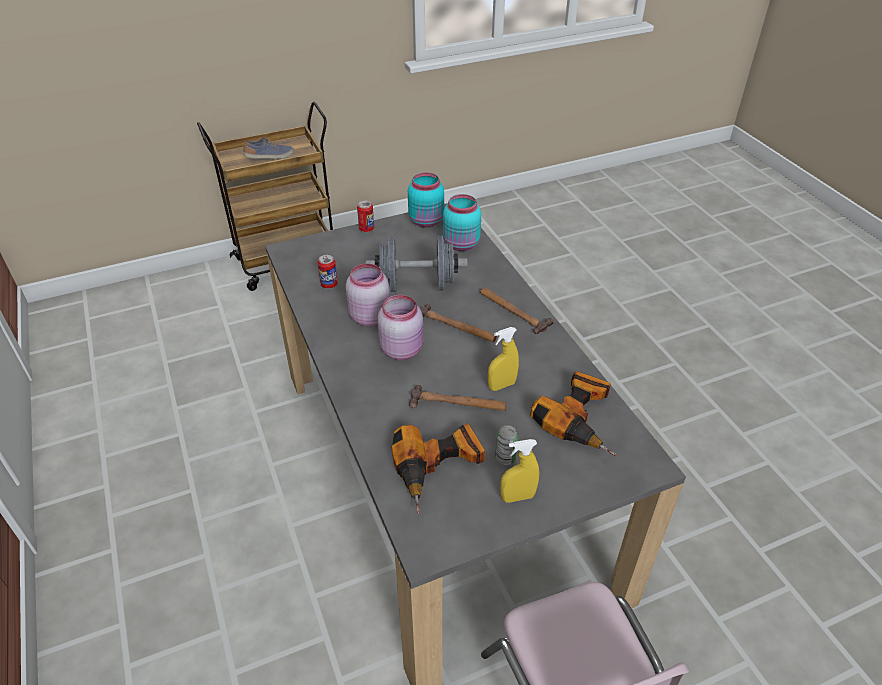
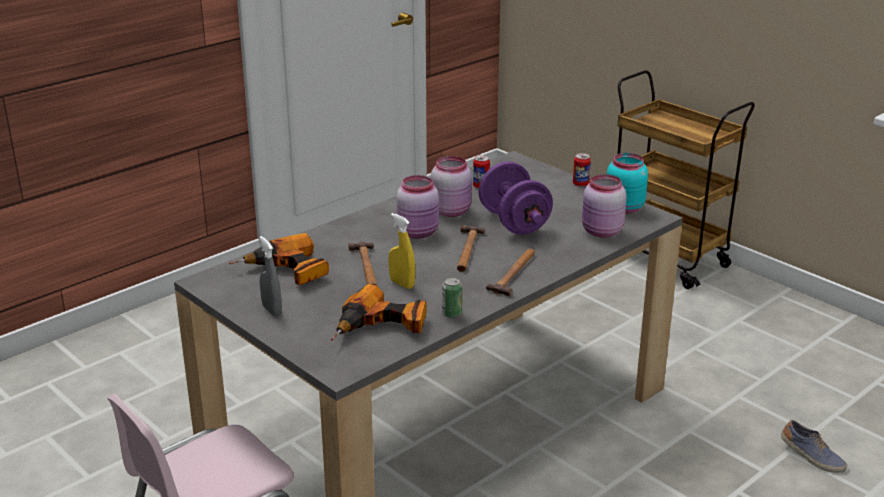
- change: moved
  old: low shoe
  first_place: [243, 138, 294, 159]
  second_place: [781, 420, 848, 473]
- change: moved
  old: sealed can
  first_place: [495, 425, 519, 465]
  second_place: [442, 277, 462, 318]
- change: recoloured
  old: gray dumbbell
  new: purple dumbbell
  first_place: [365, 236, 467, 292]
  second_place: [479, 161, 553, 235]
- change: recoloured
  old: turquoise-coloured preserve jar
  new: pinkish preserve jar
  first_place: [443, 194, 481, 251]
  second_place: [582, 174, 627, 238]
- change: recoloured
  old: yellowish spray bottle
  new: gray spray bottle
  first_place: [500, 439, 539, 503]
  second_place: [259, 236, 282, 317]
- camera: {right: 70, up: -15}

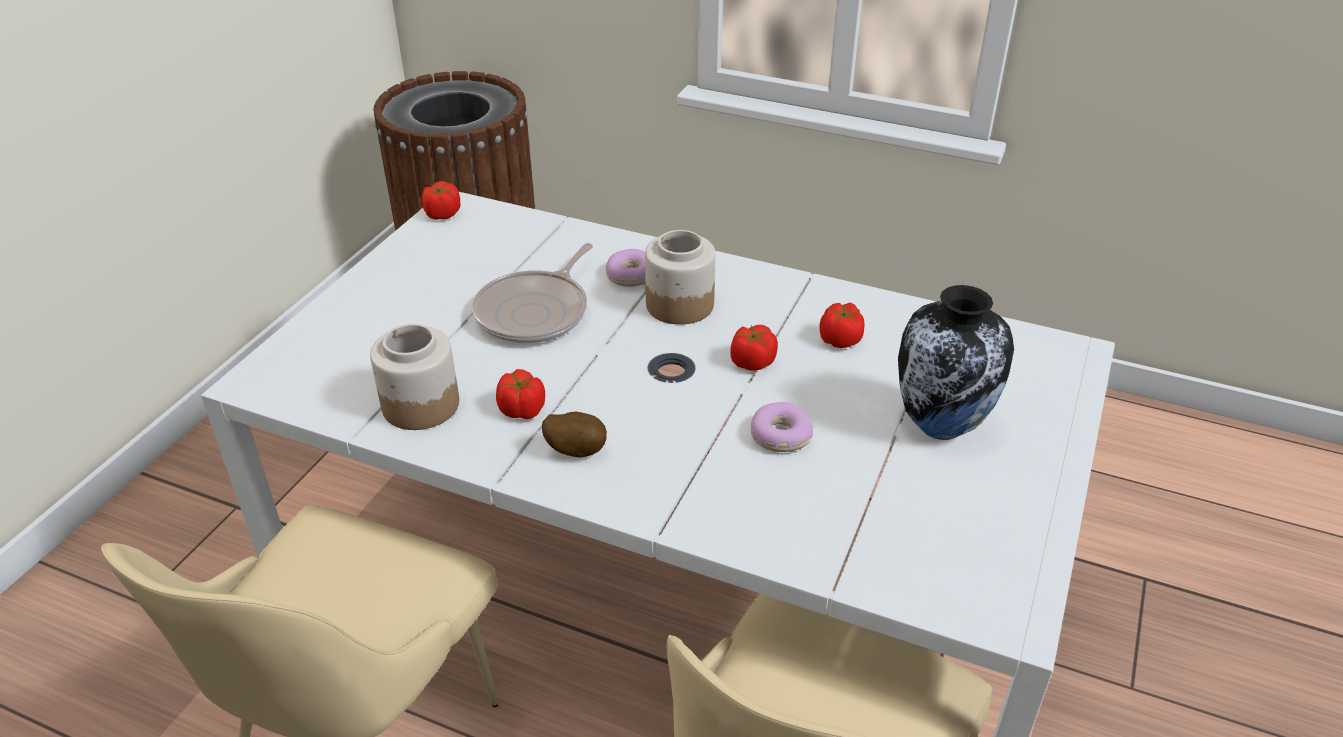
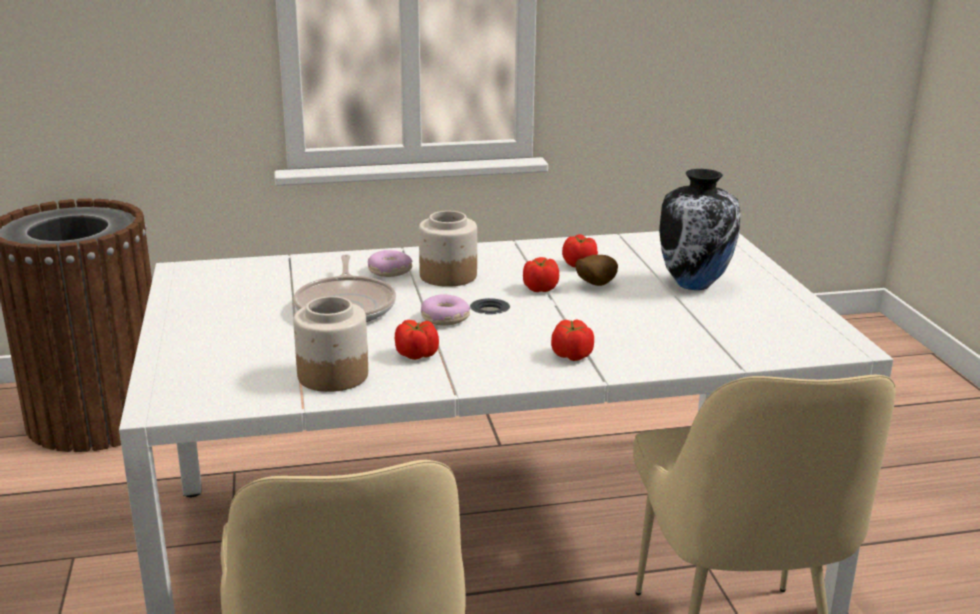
- change: moved
  old: fresh tomato
  first_place: [422, 181, 460, 220]
  second_place: [551, 319, 594, 361]
- change: moved
  old: whole potato
  first_place: [542, 411, 607, 458]
  second_place: [575, 255, 618, 286]
- change: moved
  old: doughnut
  first_place: [751, 402, 813, 452]
  second_place: [421, 294, 470, 326]
- camera: {right: -35, up: -15}

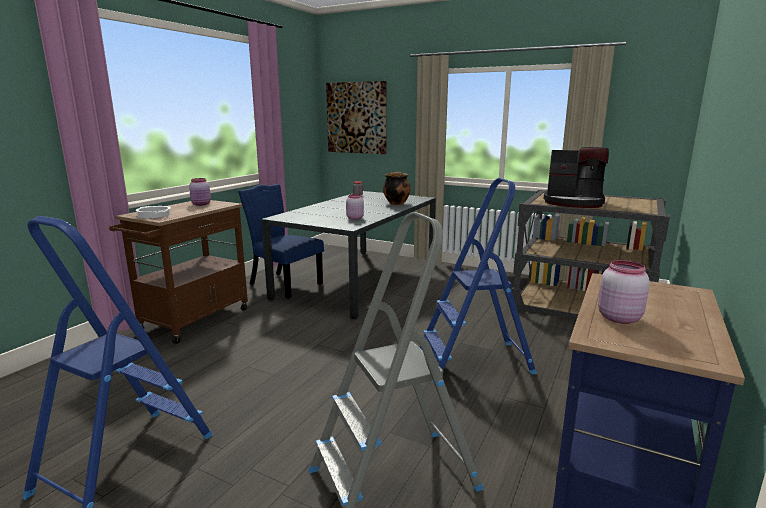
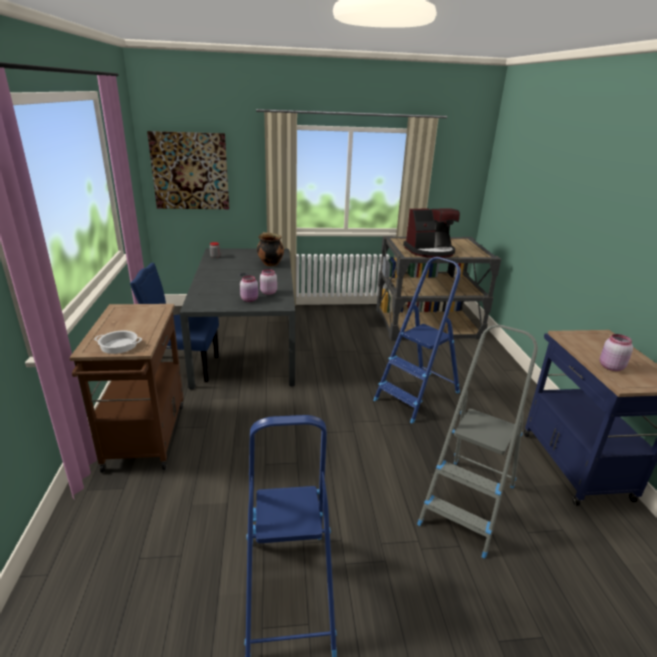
- change: moved
  old: pinkish preserve jar
  first_place: [189, 178, 211, 206]
  second_place: [240, 275, 258, 302]
- camera: {right: -35, up: 10}

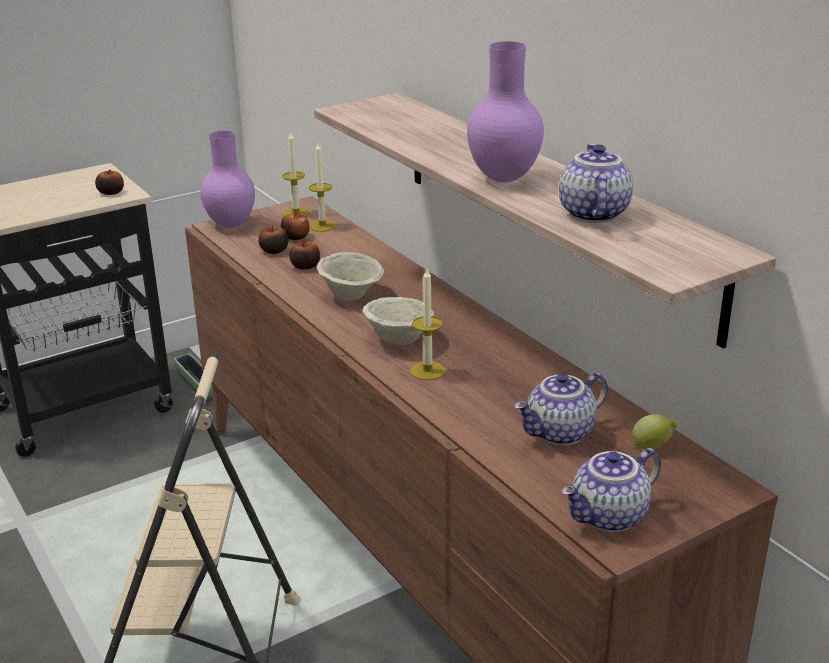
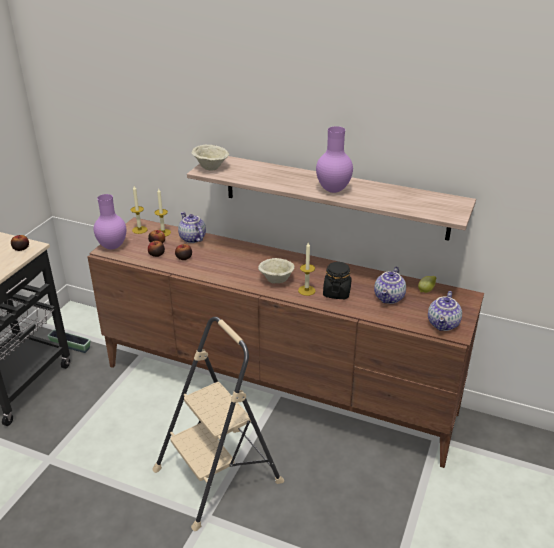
- change: added
  new: black-coloured preserve jar
  second_place: [323, 262, 351, 299]
- change: moved
  old: beige serving bowl
  first_place: [317, 252, 384, 301]
  second_place: [192, 145, 229, 170]
- change: moved
  old: tea pot
  first_place: [559, 144, 633, 223]
  second_place: [178, 212, 206, 243]
- camera: {right: -35, up: 5}

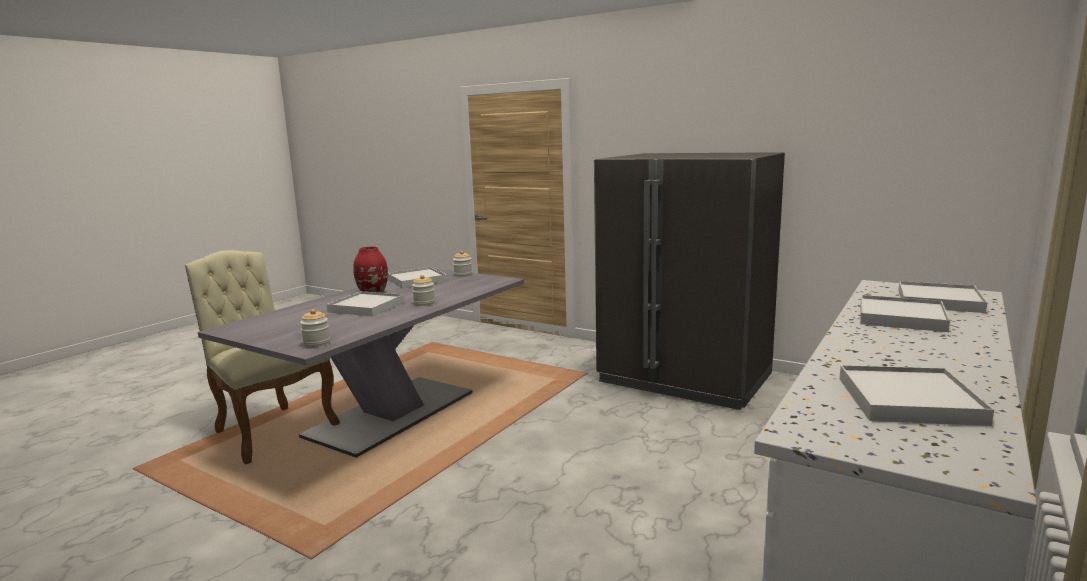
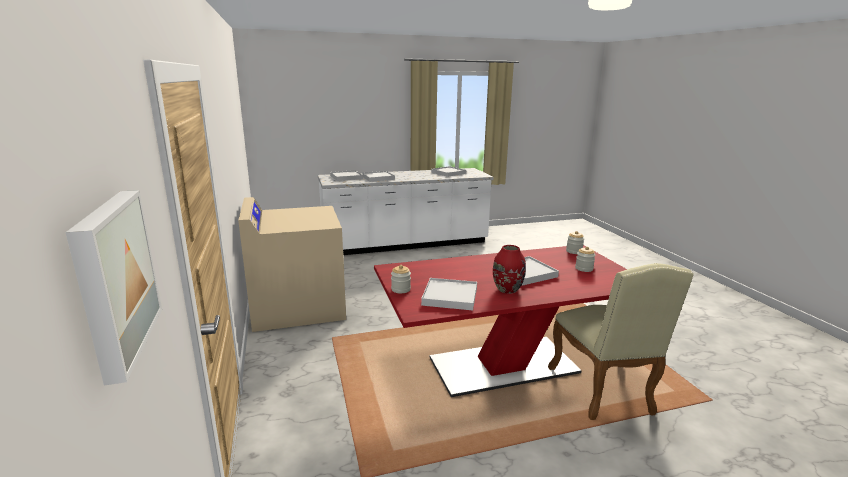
- change: added
  new: wall art
  second_place: [65, 190, 162, 386]
- change: moved
  old: preserve jar
  first_place: [412, 275, 435, 306]
  second_place: [575, 246, 596, 272]
- change: replaced
  old: gray fridge
  new: beige laundry machine
  first_place: [594, 152, 785, 410]
  second_place: [238, 197, 346, 332]
- change: recoloured
  old: gray kitchen table
  new: reddish kitchen table
  first_place: [198, 268, 524, 458]
  second_place: [374, 245, 627, 397]
- camera: {right: -140, up: 5}

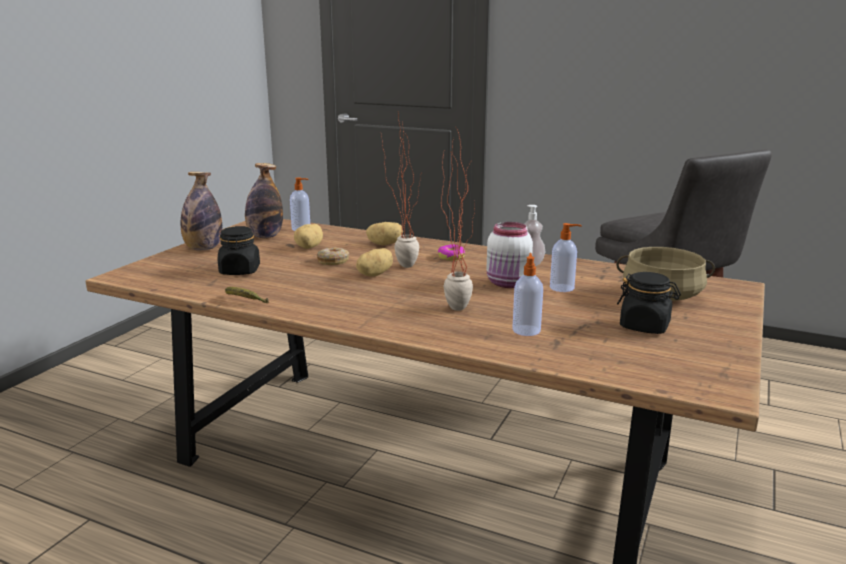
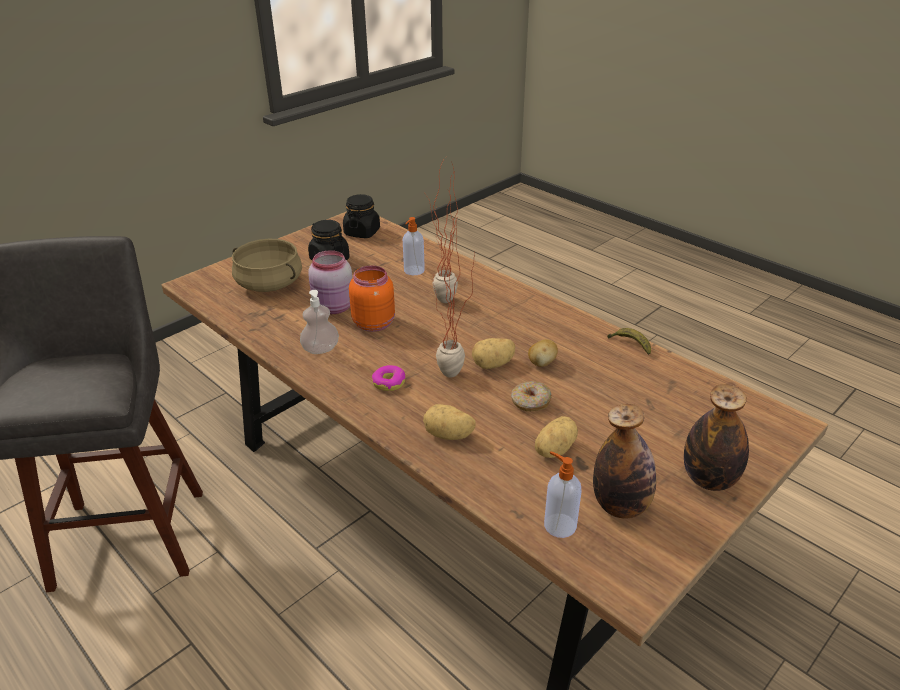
- change: added
  new: whole potato
  second_place: [528, 339, 558, 367]
- change: moved
  old: black-coloured preserve jar
  first_place: [218, 226, 260, 275]
  second_place: [343, 194, 380, 238]
- change: replaced
  old: soap bottle
  new: pinkish preserve jar
  first_place: [550, 223, 582, 292]
  second_place: [308, 250, 352, 314]
- change: recoloured
  old: whitish preserve jar
  new: orange preserve jar
  first_place: [486, 222, 533, 288]
  second_place: [349, 265, 395, 332]
- camera: {right: -160, up: 15}

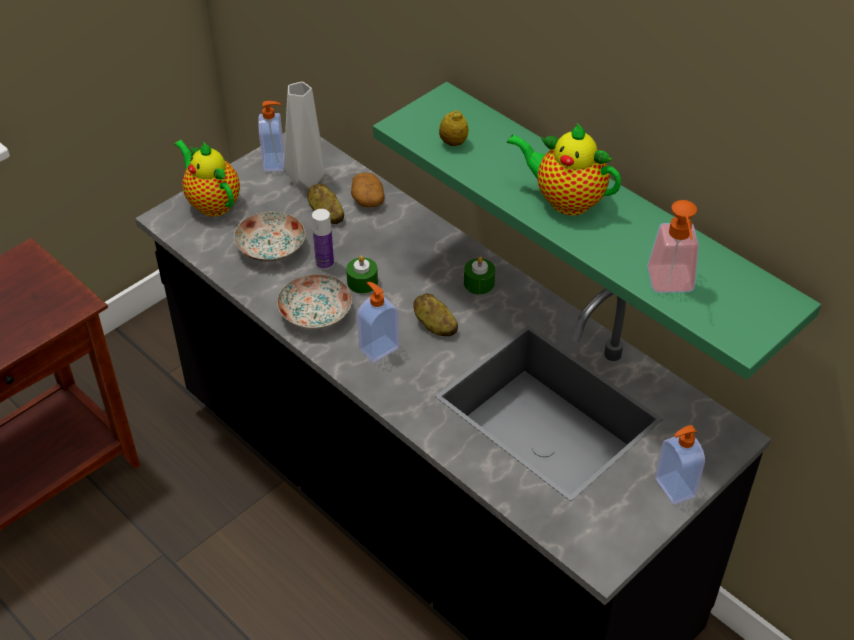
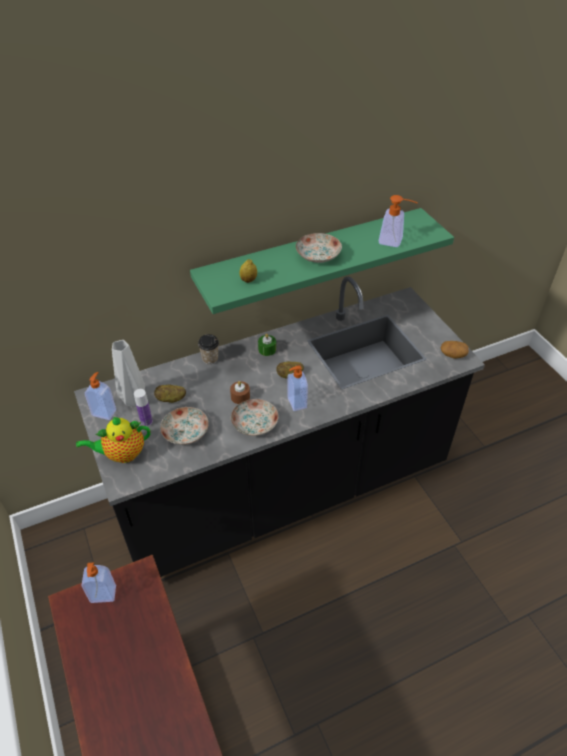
- change: added
  new: drinking cup
  second_place: [198, 334, 219, 364]
- change: moved
  old: beverage bottle
  first_place: [312, 209, 334, 270]
  second_place: [134, 389, 153, 426]
- change: moved
  old: whole potato
  first_place: [351, 173, 384, 208]
  second_place: [441, 341, 469, 359]
- change: moved
  old: soap bottle
  first_place: [655, 425, 705, 505]
  second_place: [82, 563, 116, 603]
- change: replaced
  old: tea pot
  new: plate
  first_place: [507, 123, 621, 215]
  second_place: [296, 233, 342, 263]
- change: recoloured
  old: greenish wax candle
  new: brown wax candle
  first_place: [346, 256, 378, 294]
  second_place: [230, 381, 250, 404]
- camera: {right: -70, up: 0}

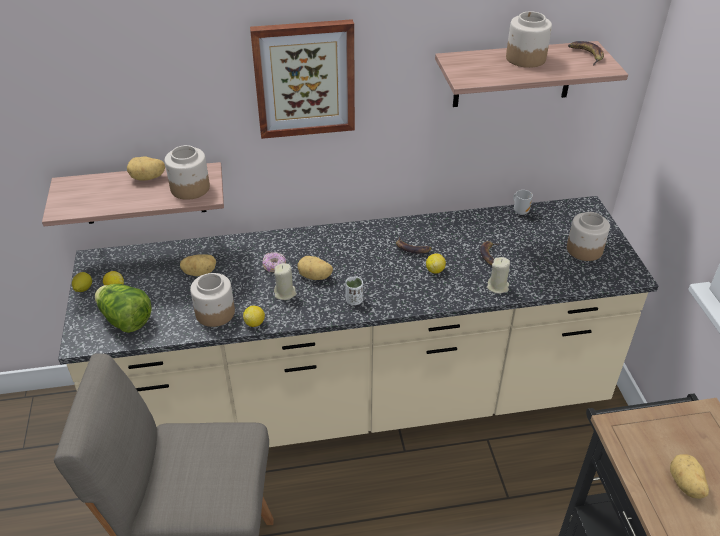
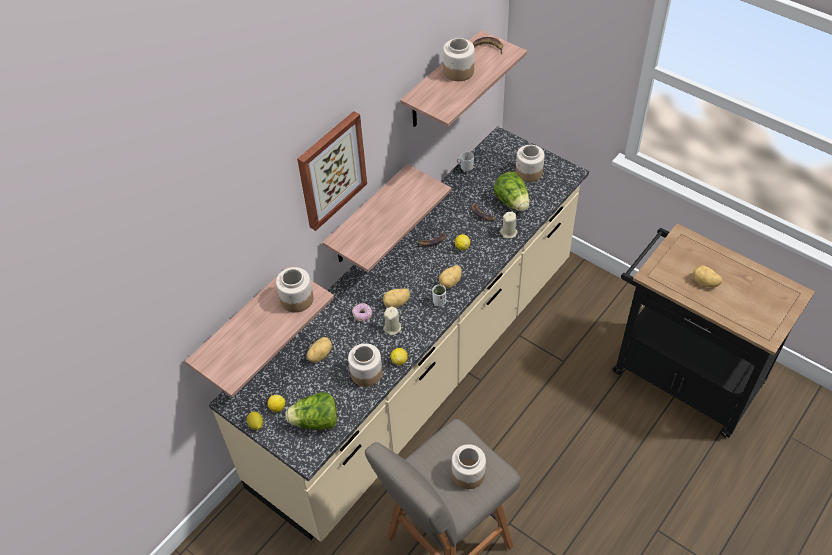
- change: added
  new: wall shelf
  second_place: [323, 164, 451, 272]
- change: added
  new: preserve jar
  second_place: [452, 444, 486, 489]
- change: added
  new: lettuce
  second_place: [494, 172, 529, 211]
- change: moved
  old: whole potato
  first_place: [127, 157, 165, 181]
  second_place: [439, 265, 462, 289]
- camera: {right: -40, up: 10}

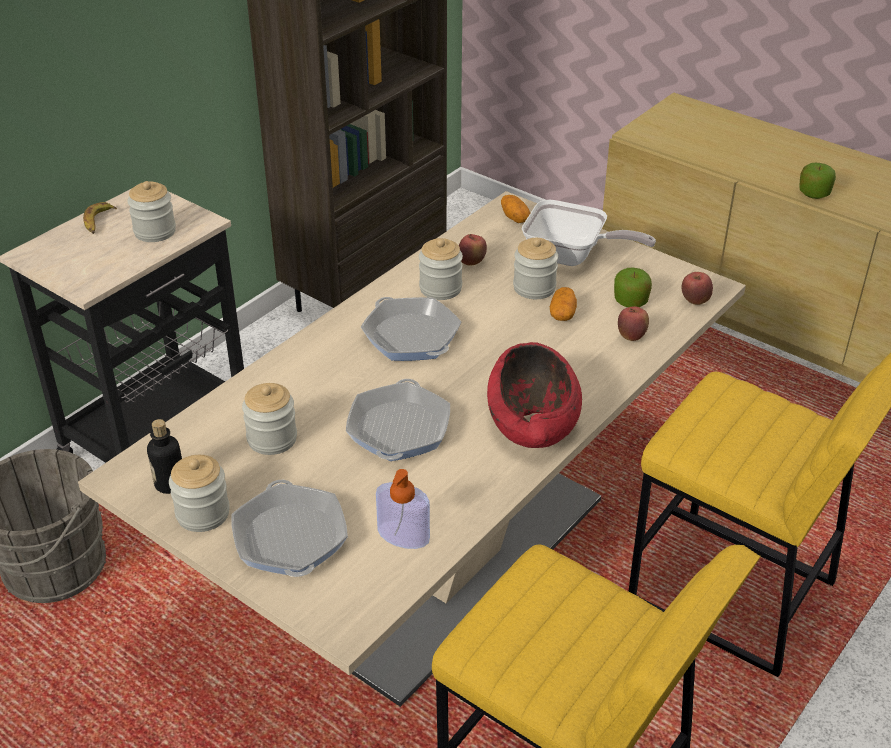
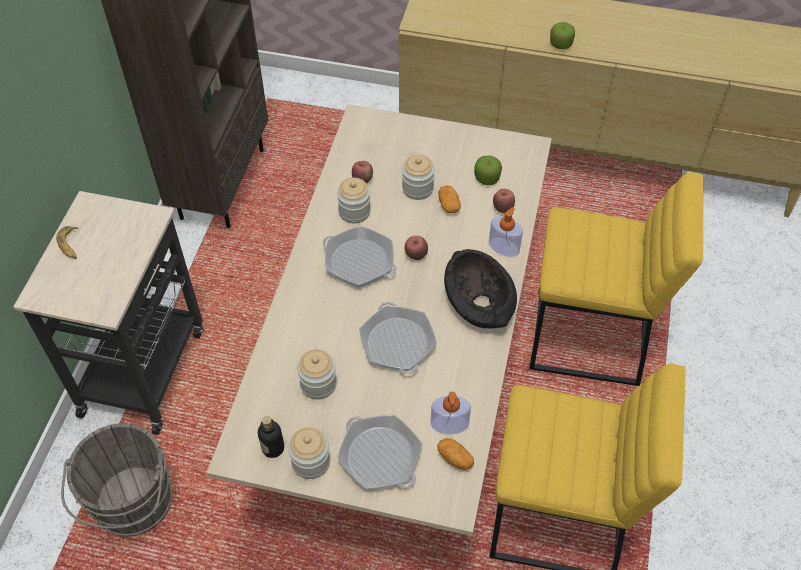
- change: removed
  old: preserve jar
  first_place: [127, 181, 176, 242]
- change: removed
  old: frying pan
  first_place: [522, 200, 656, 266]
- change: added
  new: soap bottle
  second_place: [489, 207, 523, 257]
- change: moved
  old: whole potato
  first_place: [501, 195, 530, 223]
  second_place: [437, 438, 474, 470]
- change: moved
  old: apple
  first_place: [682, 272, 713, 305]
  second_place: [405, 236, 428, 260]
- change: recoloured
  old: reddish serving bowl
  new: black-coloured serving bowl
  first_place: [487, 342, 582, 448]
  second_place: [444, 249, 517, 329]
- camera: {right: -25, up: 15}

